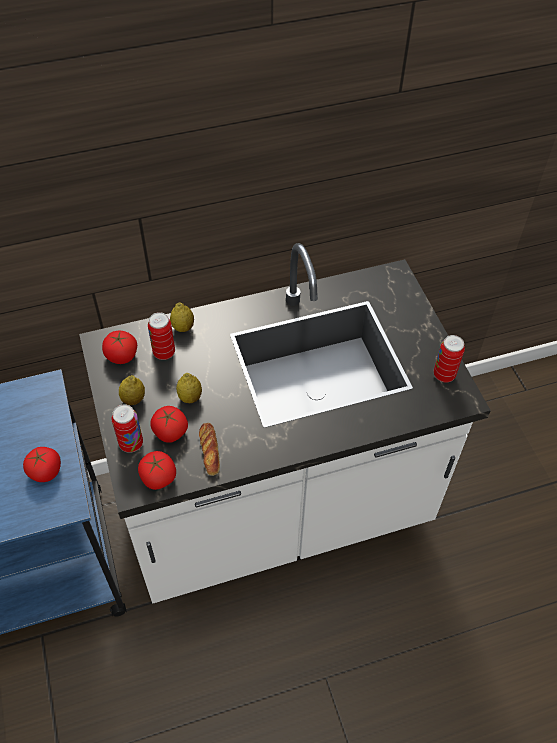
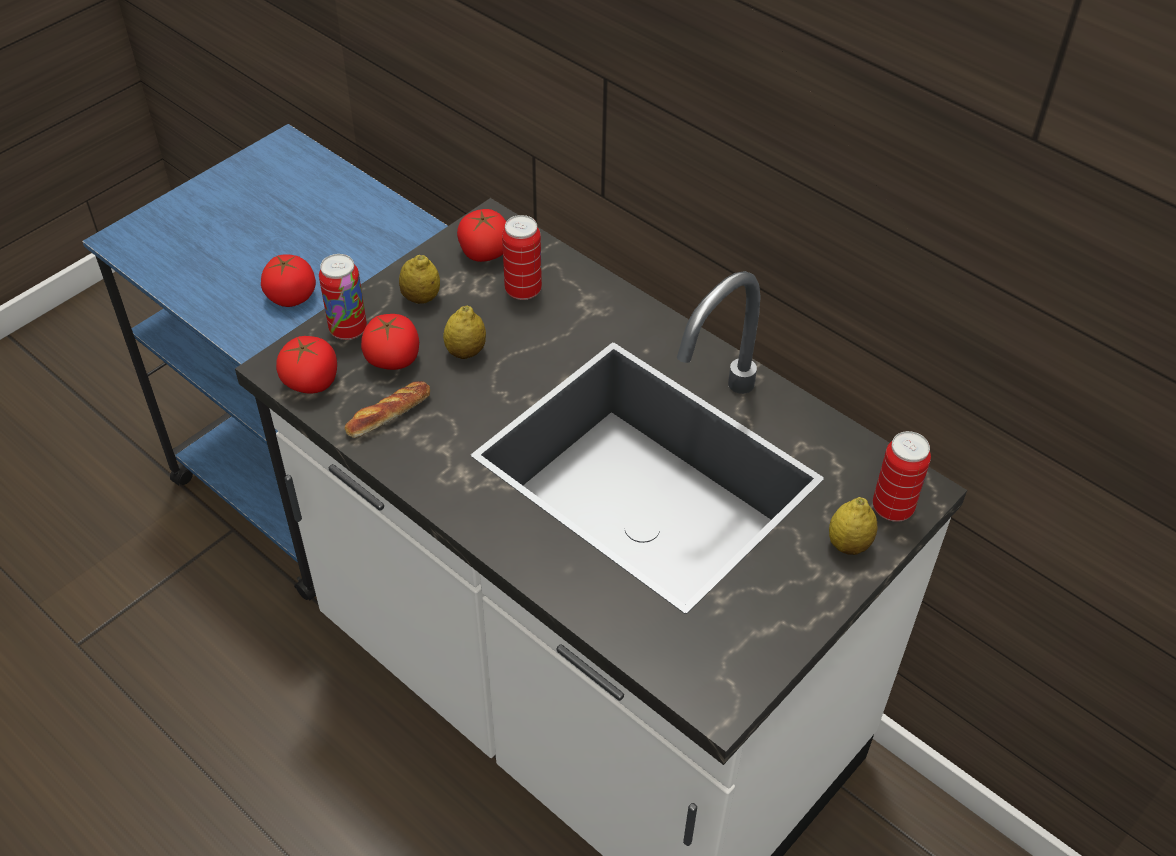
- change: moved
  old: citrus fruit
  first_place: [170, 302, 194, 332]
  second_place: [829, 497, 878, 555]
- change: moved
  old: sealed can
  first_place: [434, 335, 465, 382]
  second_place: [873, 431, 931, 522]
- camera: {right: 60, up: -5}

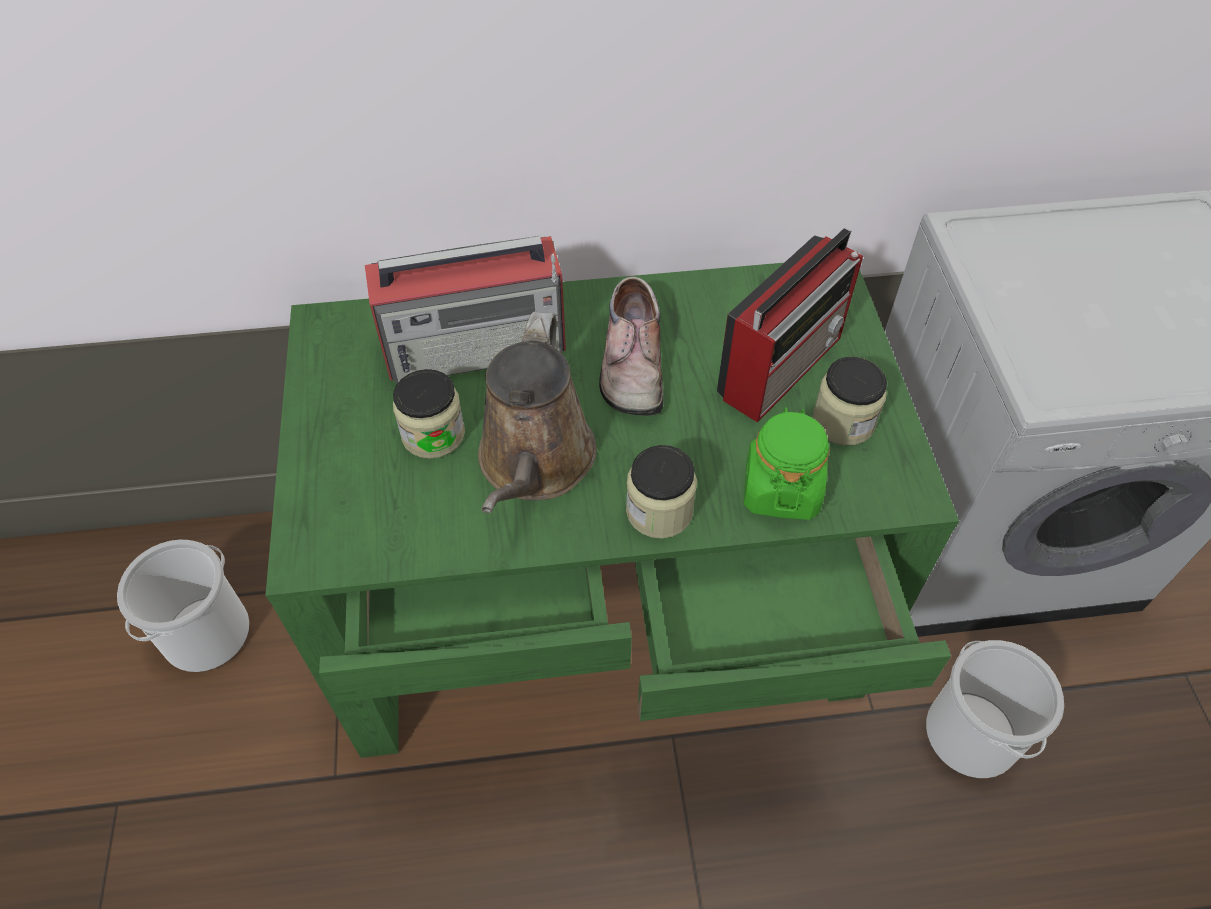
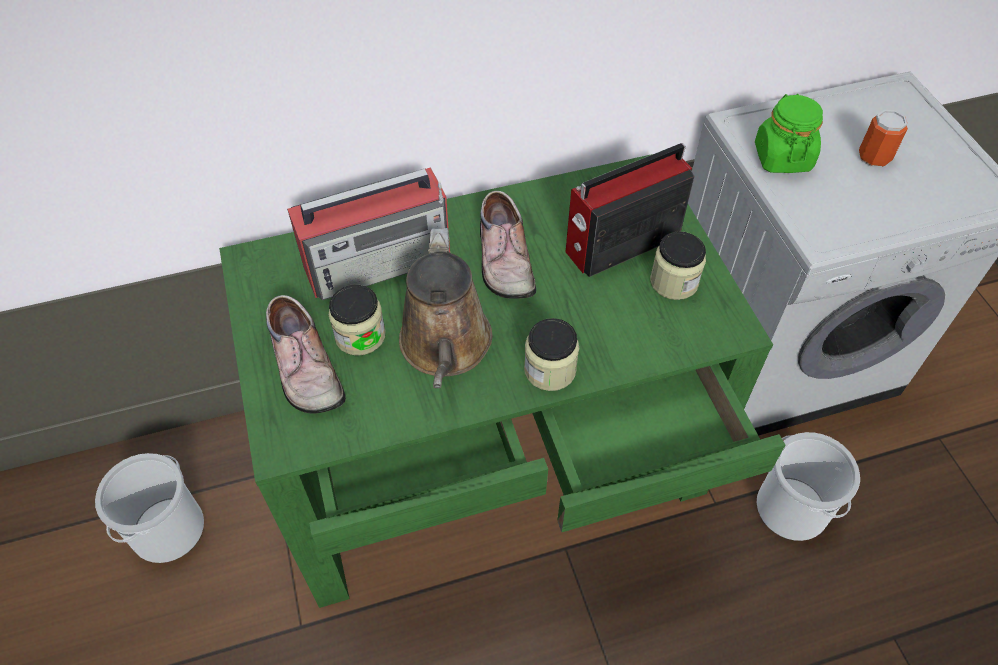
- change: added
  new: low shoe
  second_place: [266, 295, 346, 414]
- change: added
  new: sealed can
  second_place: [859, 110, 908, 167]
- change: moved
  old: greenish preserve jar
  first_place: [744, 407, 830, 520]
  second_place: [755, 94, 823, 173]
- change: turned
  old: radio set
  first_place: [717, 228, 863, 423]
  second_place: [566, 143, 694, 277]
  degrees: -150
- camera: {right: -10, up: 0}

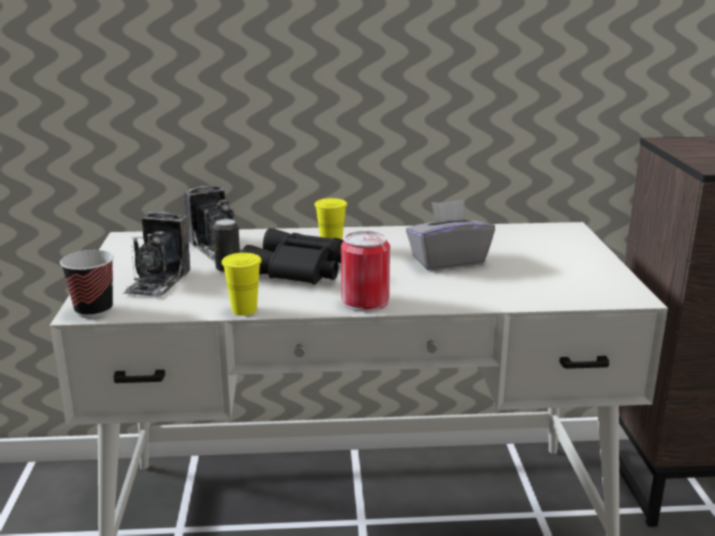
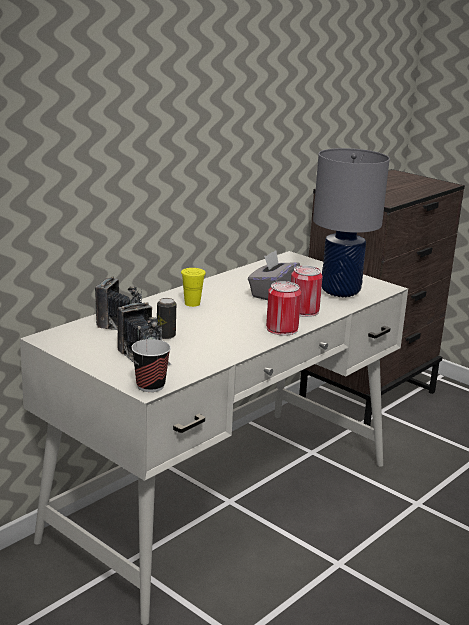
- change: removed
  old: yellowish drinking cup
  first_place: [222, 253, 262, 316]
- change: removed
  old: black-coloured binoculars
  first_place: [241, 228, 344, 285]
- change: added
  new: sealed can
  second_place: [291, 265, 323, 317]
- change: added
  new: gray lamp for a table
  second_place: [313, 148, 390, 297]
- camera: {right: -45, up: 0}

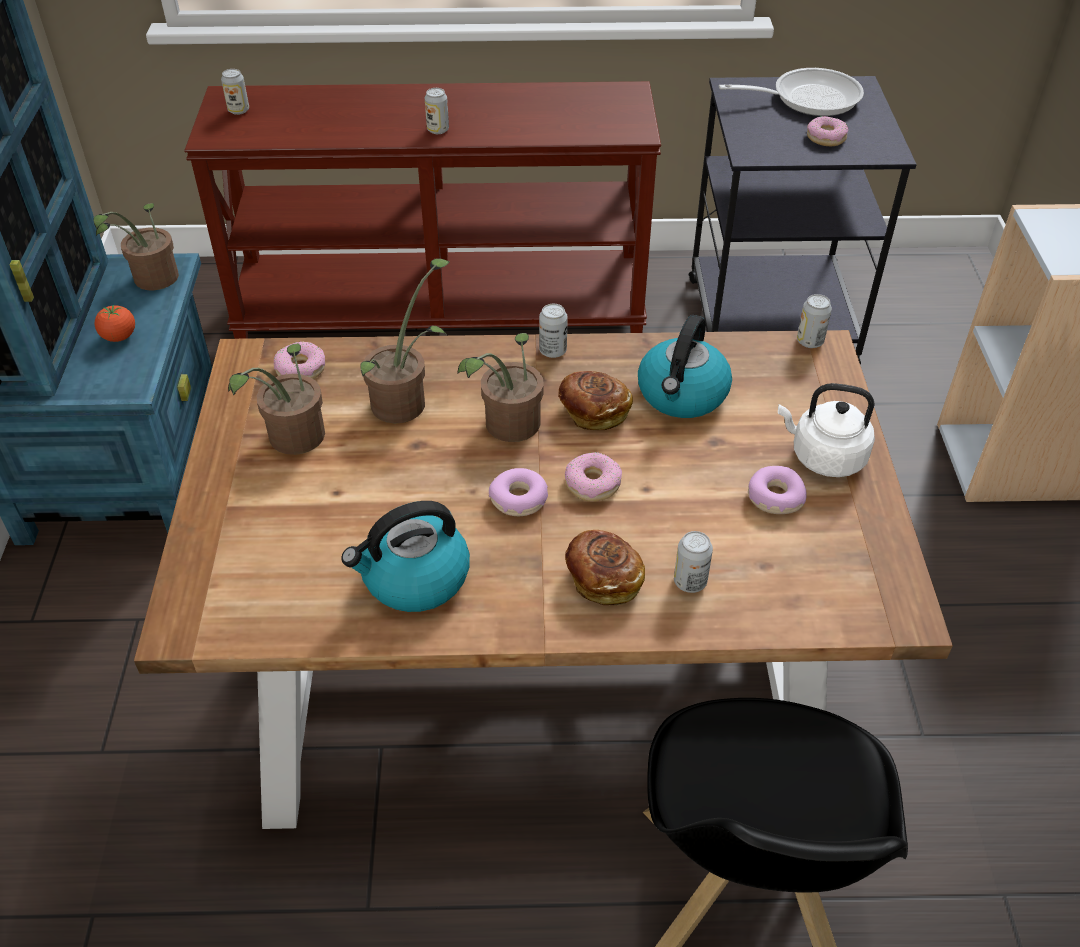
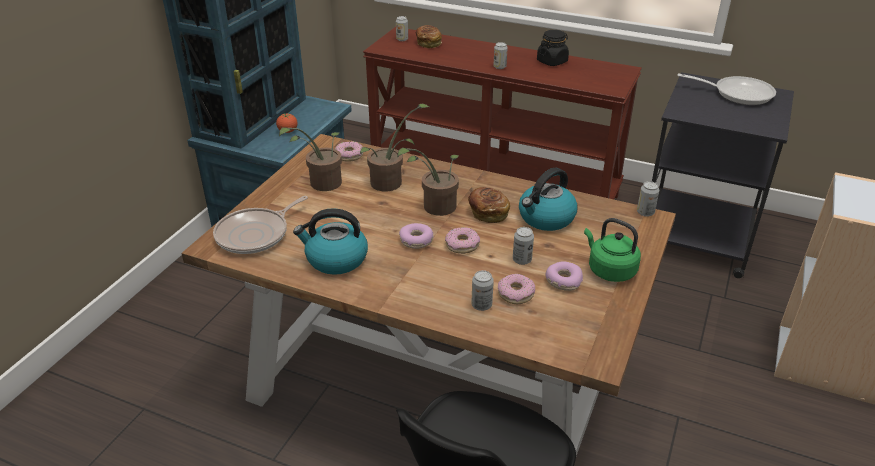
- change: removed
  old: plant in a pot
  first_place: [93, 203, 179, 290]
- change: added
  new: frying pan
  second_place: [213, 196, 308, 254]
- change: added
  new: black-coloured preserve jar
  second_place: [537, 30, 569, 66]
- change: moved
  old: sealed can
  first_place: [539, 304, 568, 358]
  second_place: [513, 227, 534, 265]
- change: moved
  old: baked bread
  first_place: [565, 530, 645, 605]
  second_place: [416, 25, 442, 48]
- change: moved
  old: doughnut
  first_place: [807, 116, 848, 146]
  second_place: [498, 274, 535, 304]
- change: recoloured
  old: whitish tea kettle
  new: greenish tea kettle
  first_place: [778, 383, 875, 477]
  second_place: [584, 218, 641, 282]
- camera: {right: 25, up: -10}

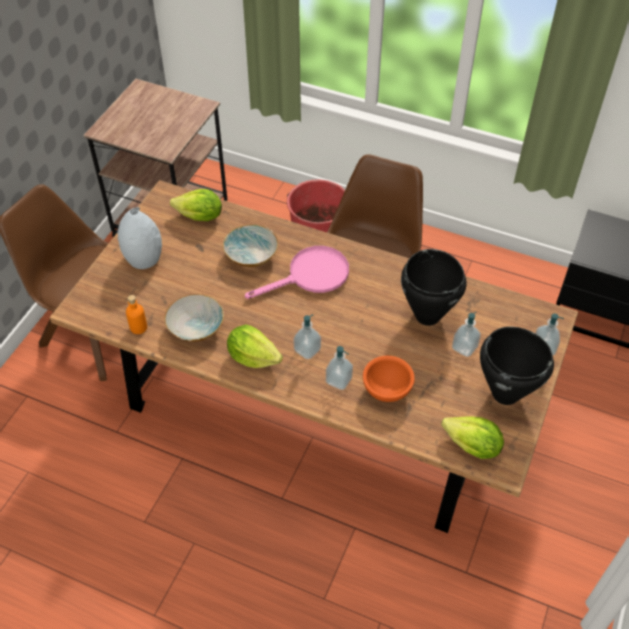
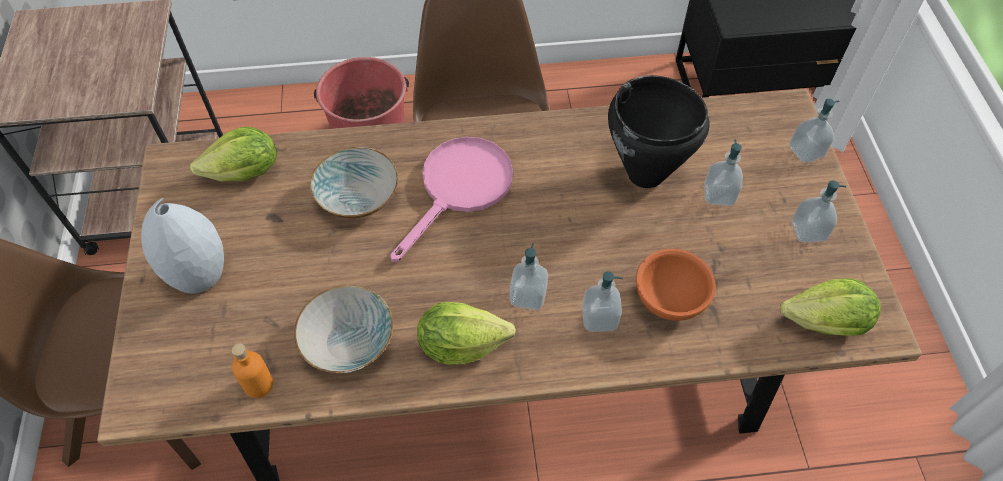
- change: replaced
  old: black-coloured saucepot
  new: soap bottle
  first_place: [480, 326, 554, 405]
  second_place: [792, 180, 846, 243]
- camera: {right: -30, up: 5}

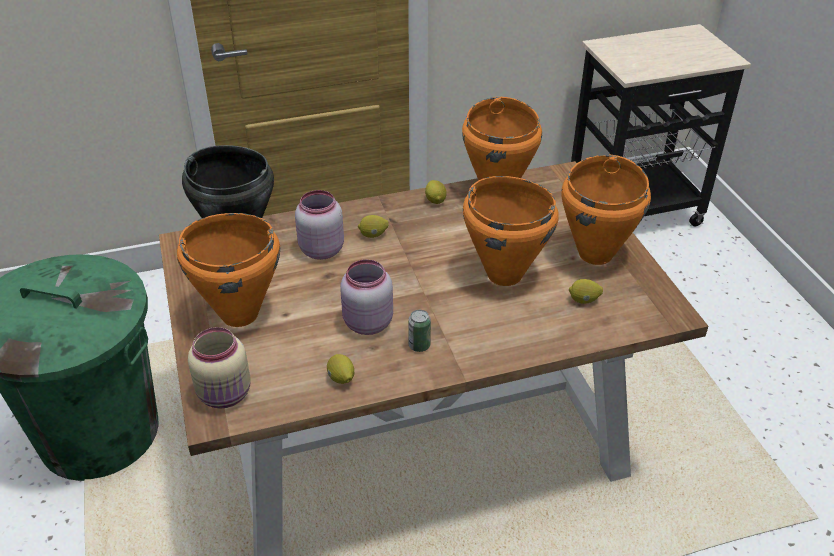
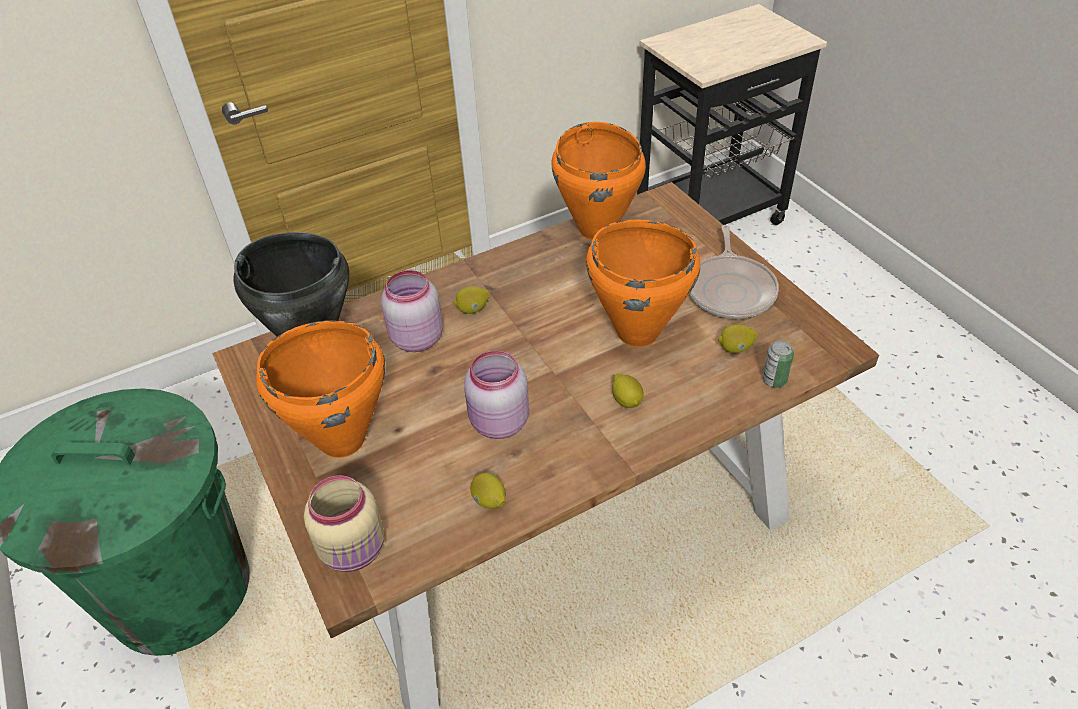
- change: moved
  old: sealed can
  first_place: [408, 310, 431, 352]
  second_place: [762, 340, 794, 388]
- change: moved
  old: citrus fruit
  first_place: [425, 180, 447, 204]
  second_place: [612, 374, 644, 408]
- change: replaced
  old: orange saucepot
  new: frying pan
  first_place: [561, 155, 651, 265]
  second_place: [689, 225, 779, 319]
- camera: {right: -10, up: 5}

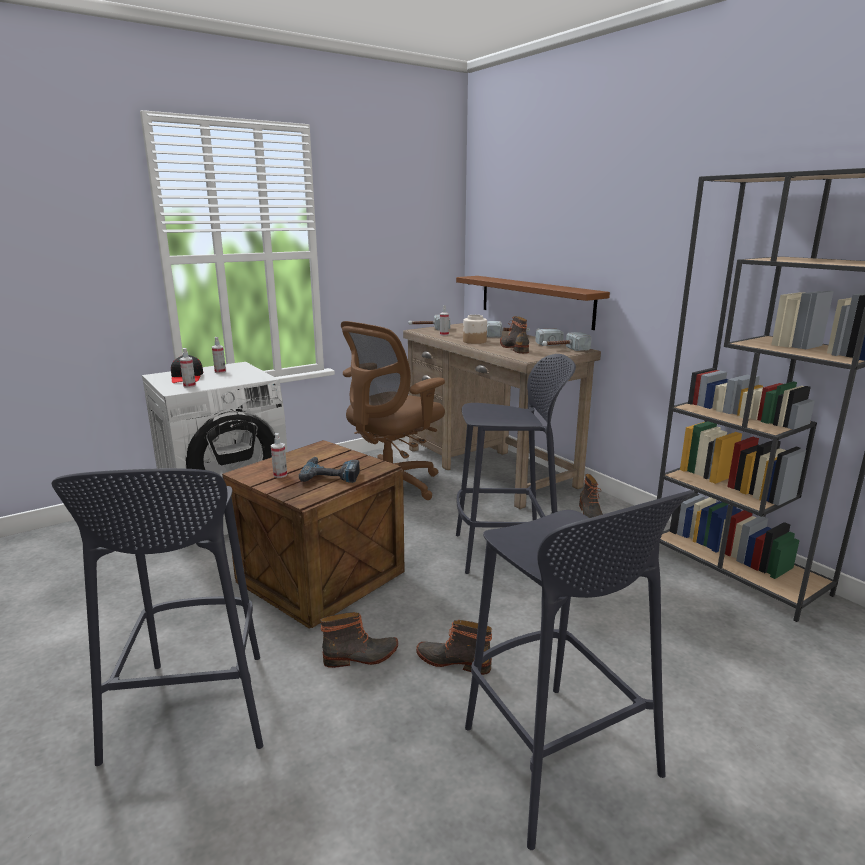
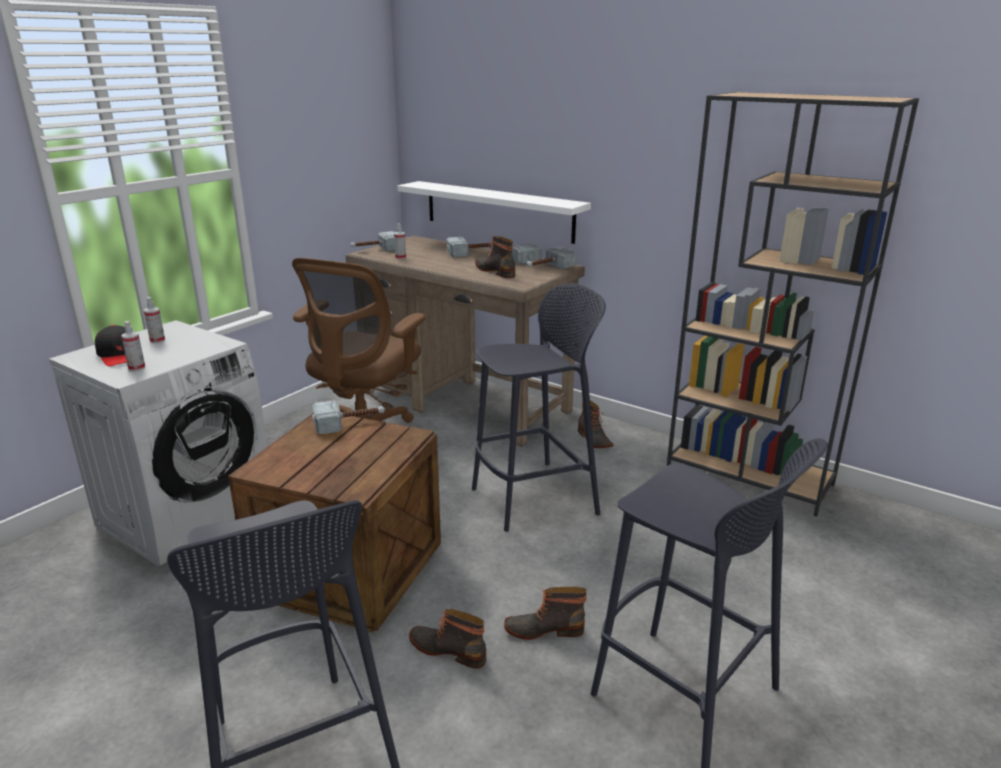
- change: removed
  old: spray bottle
  first_place: [271, 433, 287, 478]
- change: removed
  old: electric drill
  first_place: [299, 457, 360, 483]
- change: removed
  old: preserve jar
  first_place: [463, 315, 487, 344]
- change: added
  new: hammer
  second_place: [312, 400, 385, 434]
- change: recoloured
  old: brown wall shelf
  new: whitish wall shelf
  first_place: [456, 276, 610, 330]
  second_place: [397, 181, 591, 244]
- change: turned
  old: tall boot
  first_place: [320, 612, 398, 668]
  second_place: [409, 609, 486, 668]
  degrees: -120
- camera: {right: -20, up: 5}

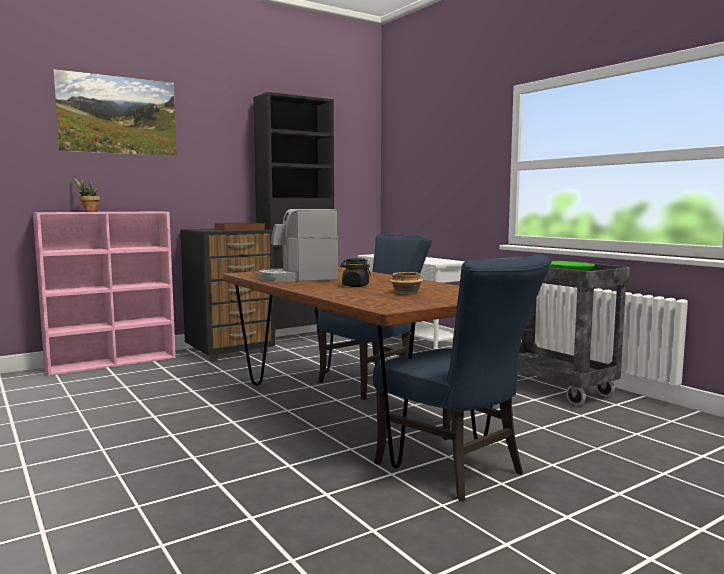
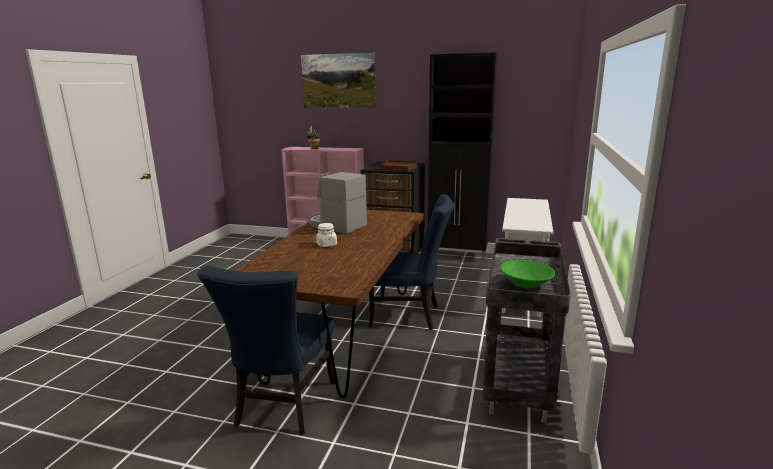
- change: removed
  old: serving bowl
  first_place: [390, 272, 423, 294]
- change: recoloured
  old: black-coloured preserve jar
  new: whitish preserve jar
  first_place: [340, 258, 371, 287]
  second_place: [316, 223, 337, 247]
- camera: {right: 50, up: 10}

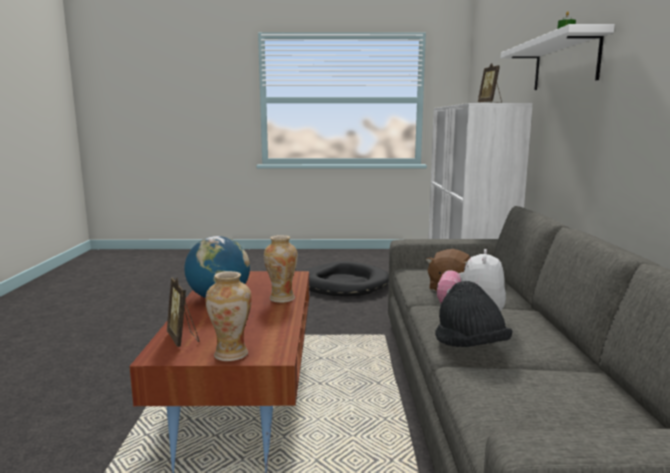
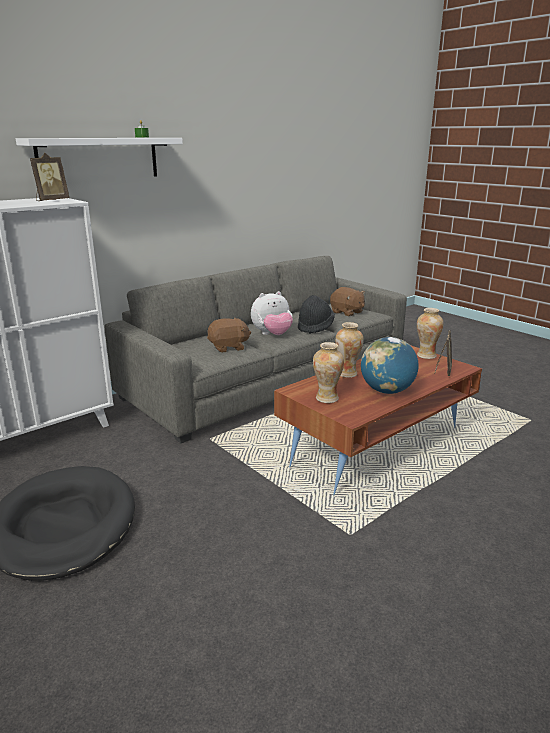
- change: added
  new: vase
  second_place: [313, 342, 344, 403]
- change: added
  new: brown plush toy
  second_place: [330, 287, 365, 316]
- camera: {right: -130, up: 10}

